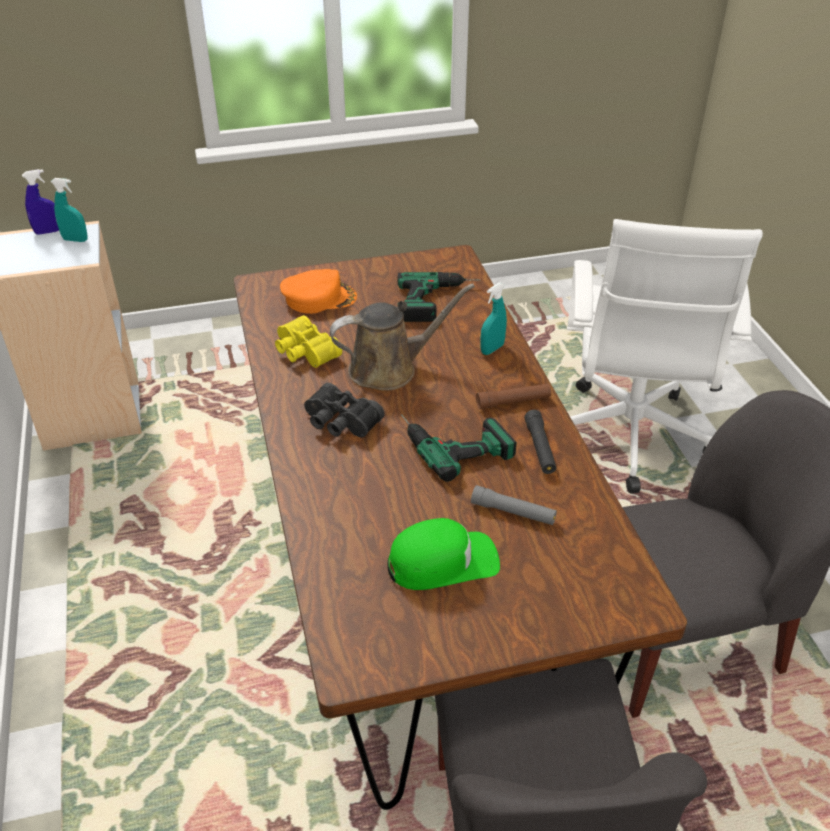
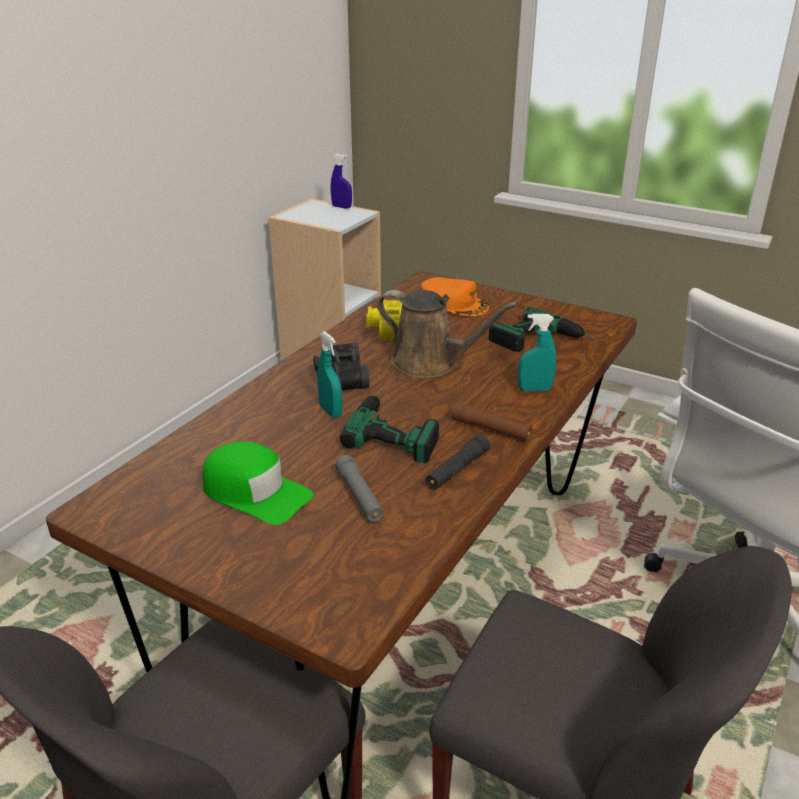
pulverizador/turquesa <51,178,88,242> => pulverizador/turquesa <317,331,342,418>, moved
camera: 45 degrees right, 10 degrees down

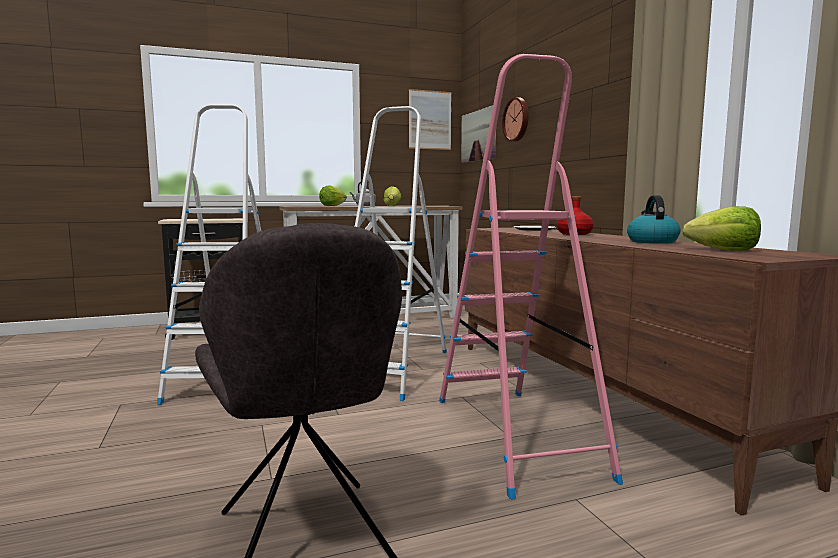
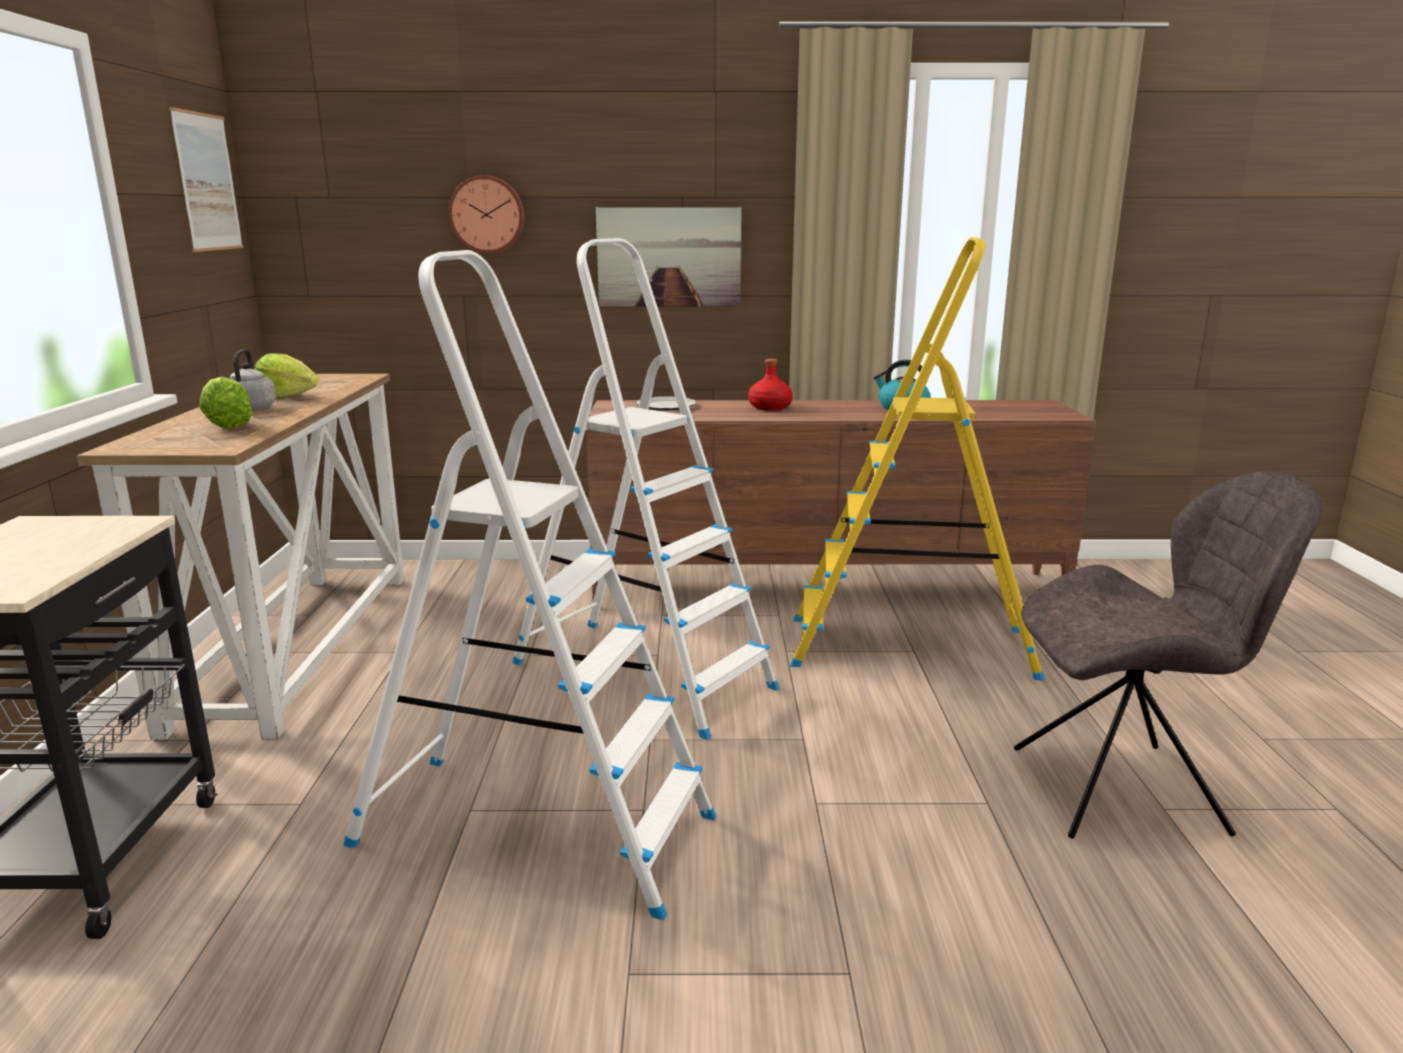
lechuga <682,206,761,251> => nothing
cuadro <461,105,496,163> => cuadro <596,207,741,306>, moved
escalera de tijera/rosa <439,54,623,499> => escalera de tijera/amarillo <790,237,1044,680>
camera: 70 degrees left, 10 degrees up

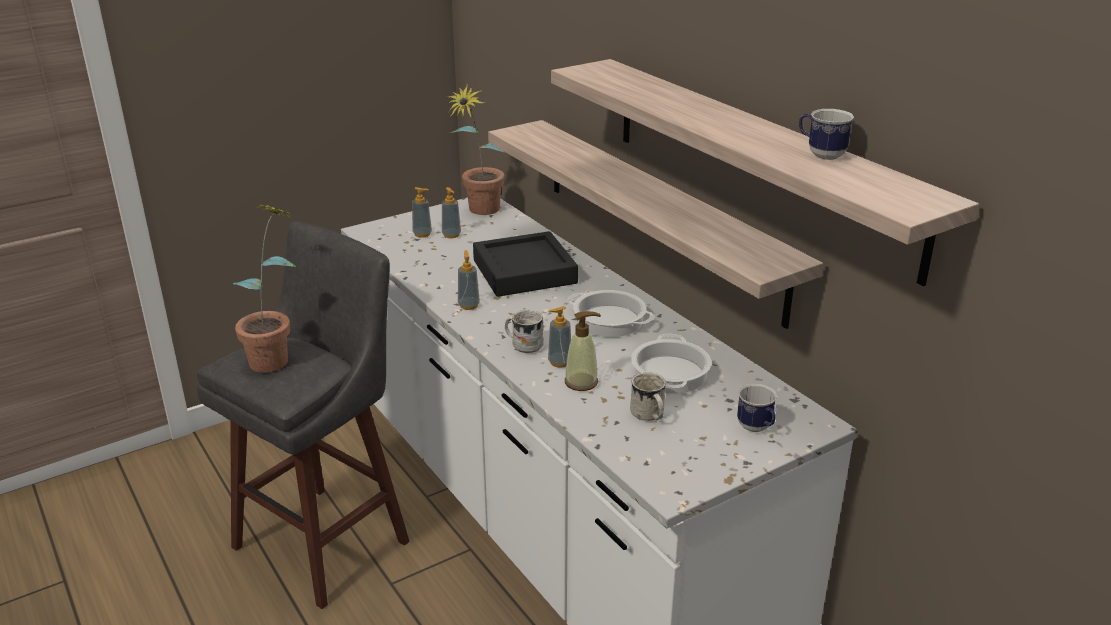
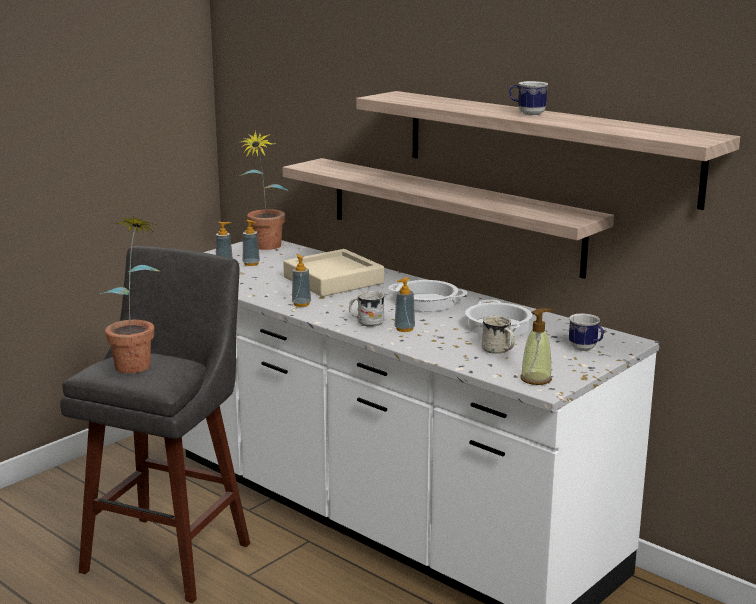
dispensador de jabón <565,311,601,391> => dispensador de jabón <520,308,555,385>, moved
taza grande <799,109,854,160> => taza grande <509,81,548,116>, moved
bandeja/negro <473,231,578,297> => bandeja/beis <283,249,384,297>
camera: 15 degrees left, 10 degrees down

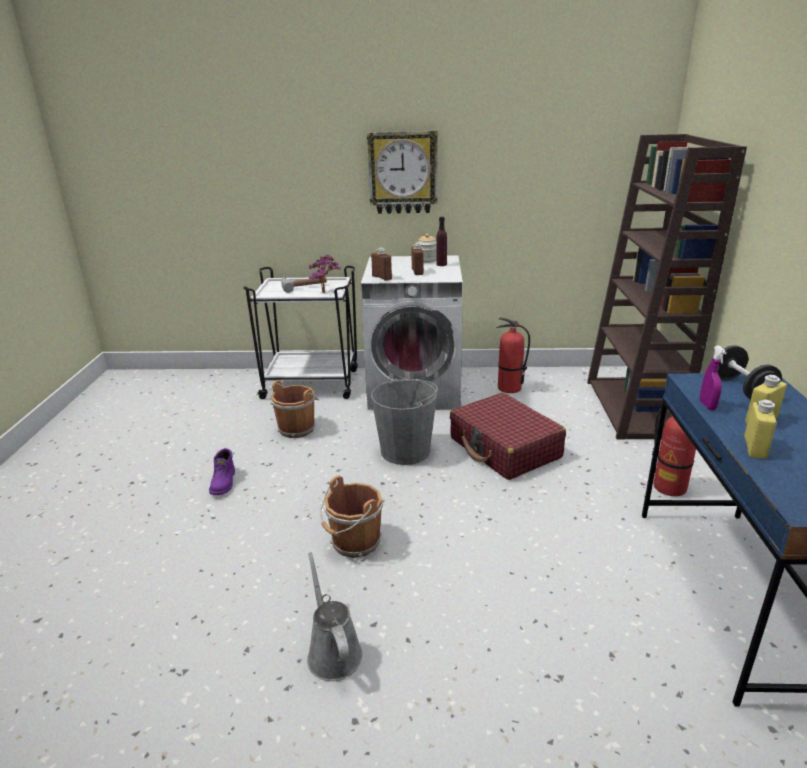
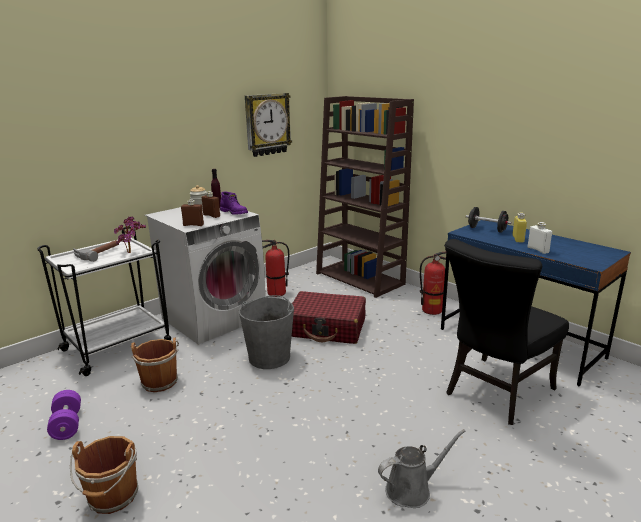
pulverizador/morado <700,346,727,410> => nothing
nothing => mancuerna/morado <47,390,81,440>
nothing => silla/negro <444,239,569,425>
bota/morado <209,448,235,495> => bota/morado <220,191,248,215>, moved
cubo/marrón <320,476,385,558> => cubo/marrón <70,436,138,514>, moved
reloj de pared <367,131,438,214> => reloj de pared <245,93,292,157>, moved
botella/amarillo <744,400,777,459> => botella/blanco <527,222,552,254>
regadera/gris <307,552,363,681> => regadera/gris <378,429,466,508>, 135 degrees clockwise
camera: 45 degrees left, 5 degrees down

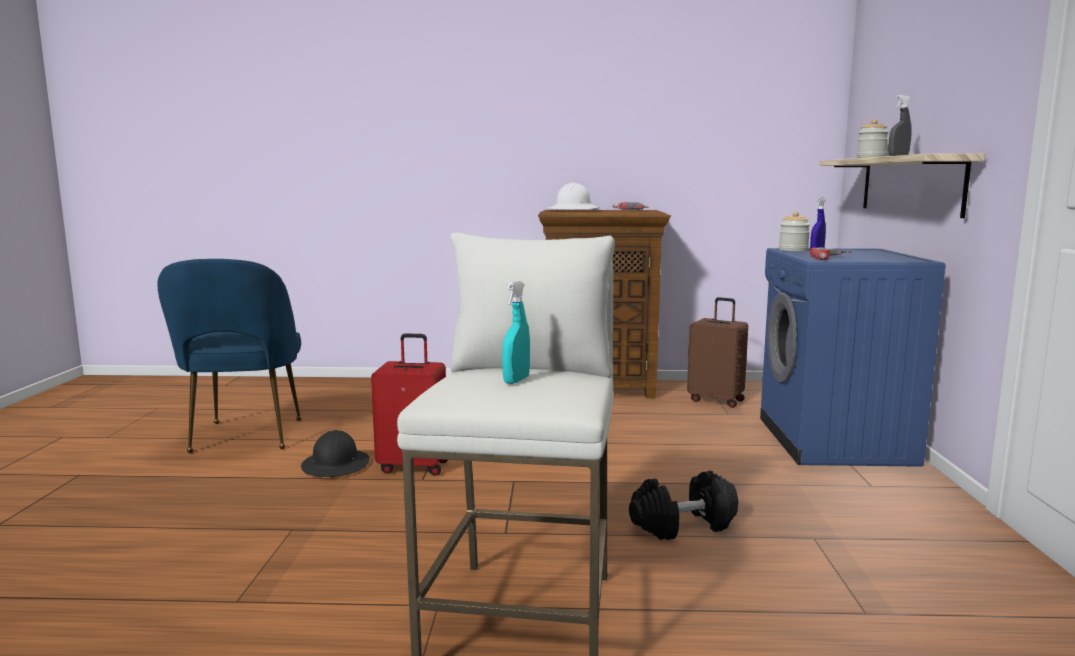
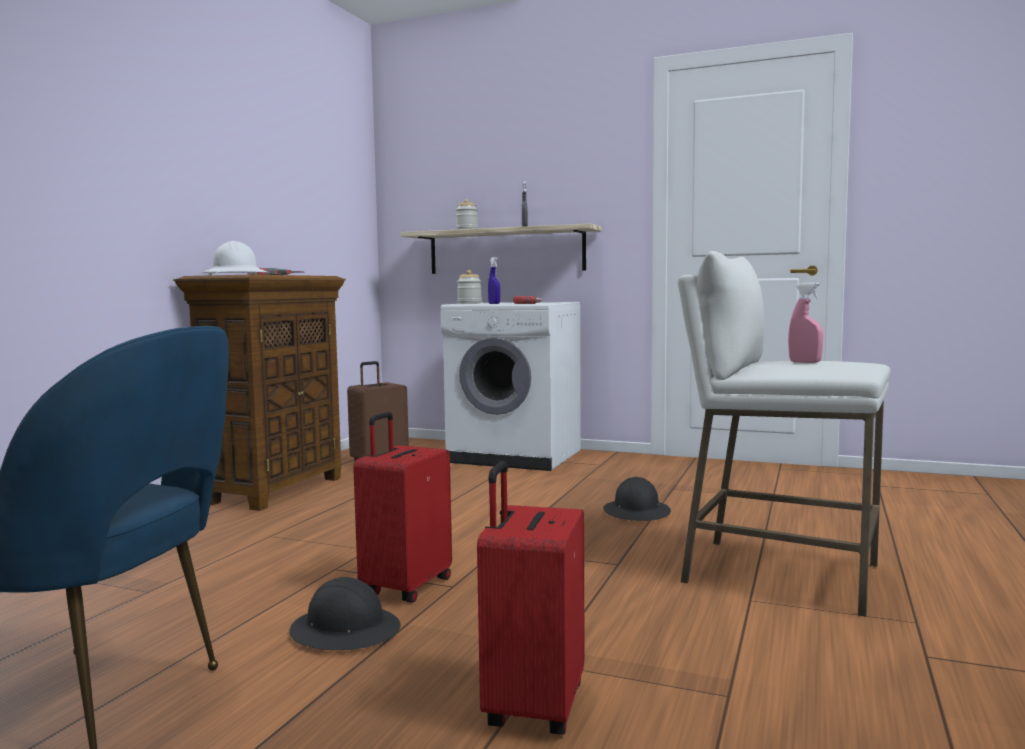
nothing => maleta/rojo <477,461,584,735>
mancuerna/negro <629,471,738,540> => casco/negro <603,477,671,521>
pulverizador/turquesa <502,281,530,384> => pulverizador/rosa <788,282,824,363>
lavadora/azul <760,248,946,467> => lavadora/blanco <440,302,581,471>
camera: 70 degrees left, 5 degrees down

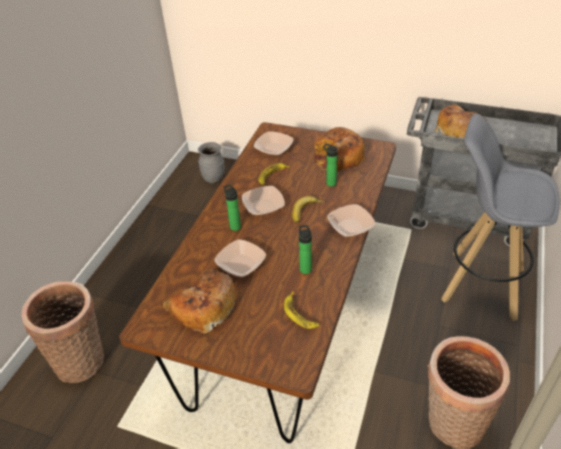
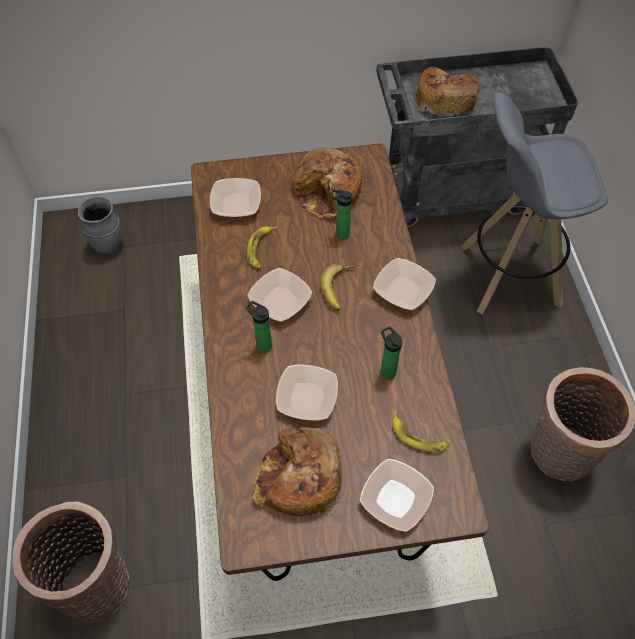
nothing => cuenco <360,459,434,532>
camera: 30 degrees left, 15 degrees up

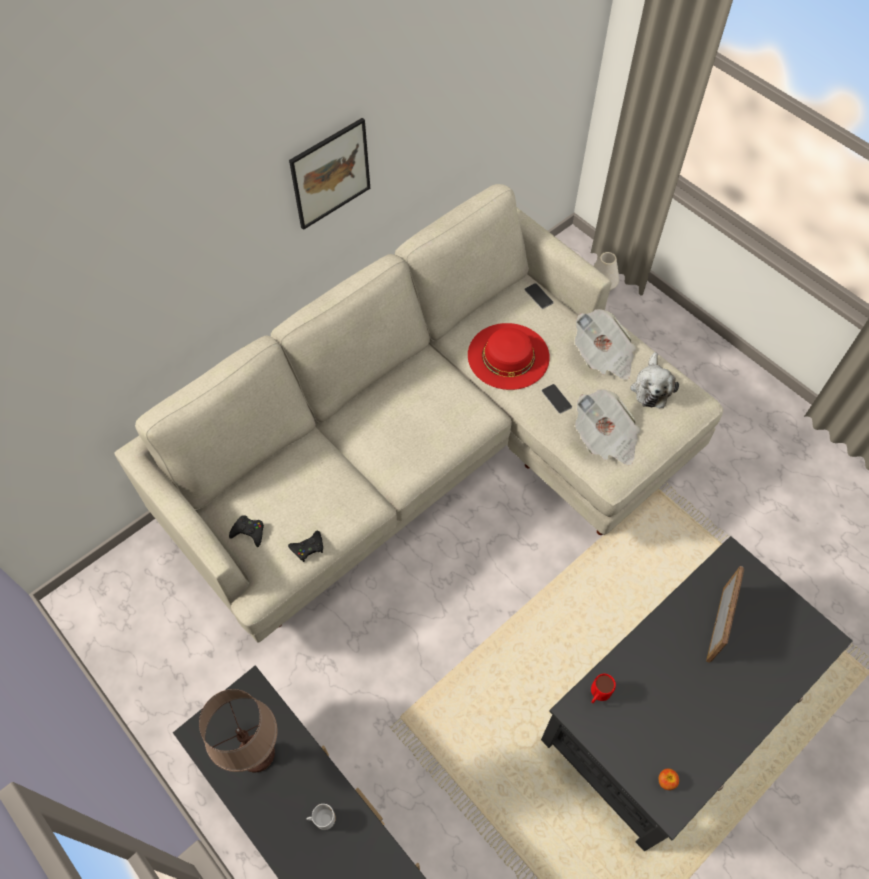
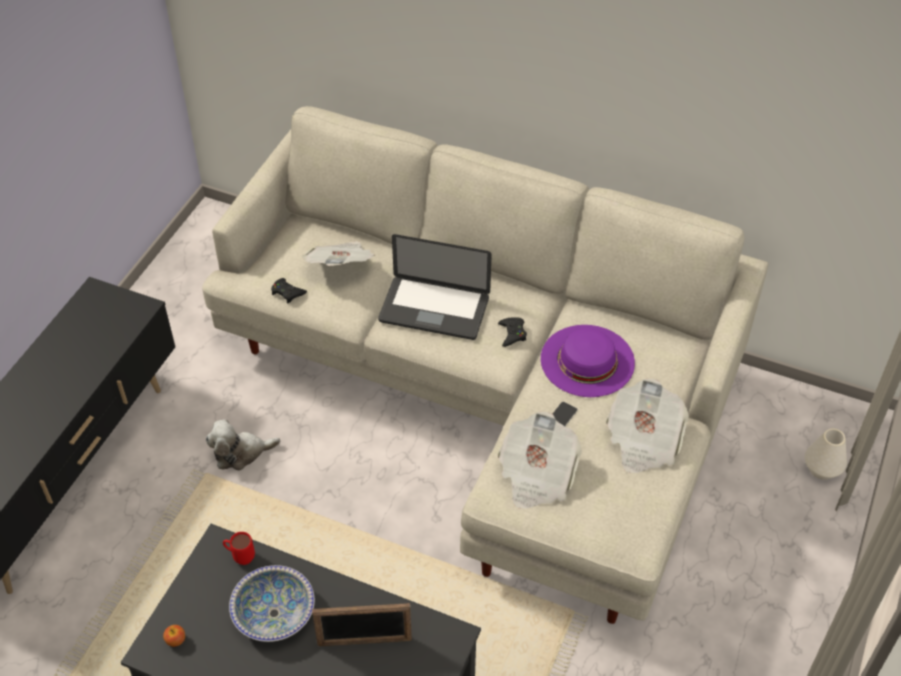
lámpara de mesa/marrón <199,689,277,772> => nothing
cuadro <289,118,370,230> => nothing
taza grande <307,804,336,830> => nothing
móvil <524,283,554,309> => nothing
nothing => cuenco <229,565,315,642>
nothing => periódico <302,241,375,266>
nothing => portátil <378,234,492,340>
mando de consola/negro <229,515,264,547> => mando de consola/negro <498,317,527,347>, moved
peluche <630,352,679,408> => peluche <206,419,280,470>, moved
sombrero/rojo <468,323,550,390> => sombrero/morado <541,325,635,397>
camera: 65 degrees right, 10 degrees down

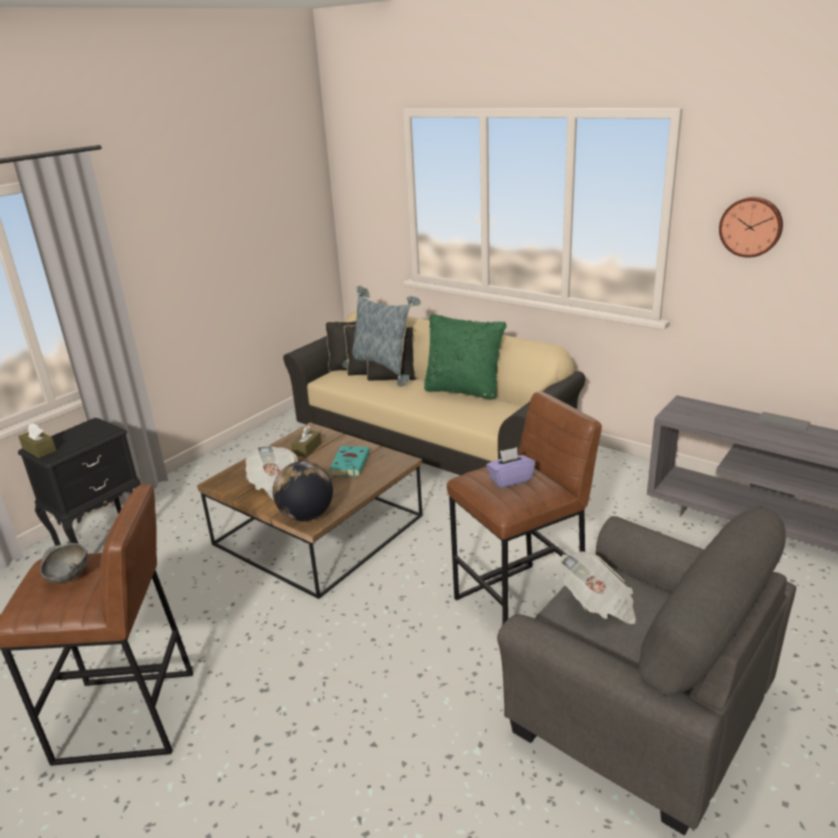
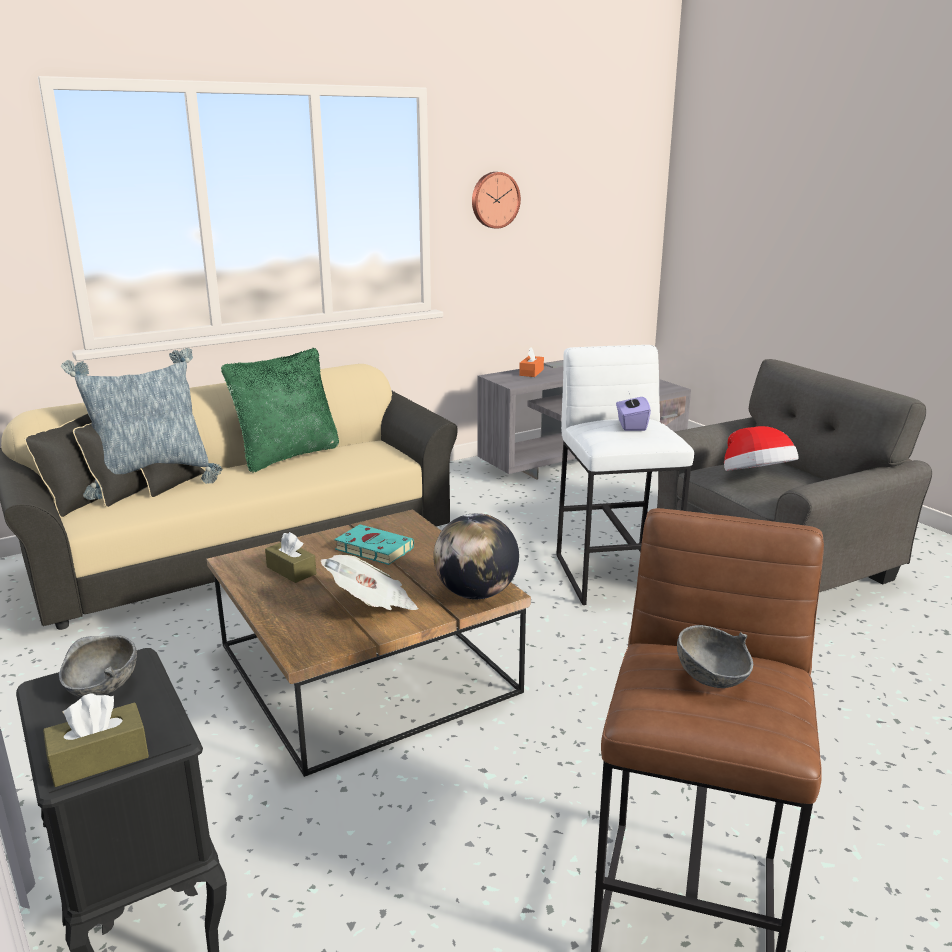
nothing => cuenco/gris <59,635,137,698>
nothing => caja de pañuelos/naranja <519,347,544,377>
periódico <560,551,636,624> => sombrero <724,426,799,471>
taburete/marrón <447,392,602,624> => taburete/blanco <556,345,694,605>
camera: 70 degrees left, 5 degrees down

